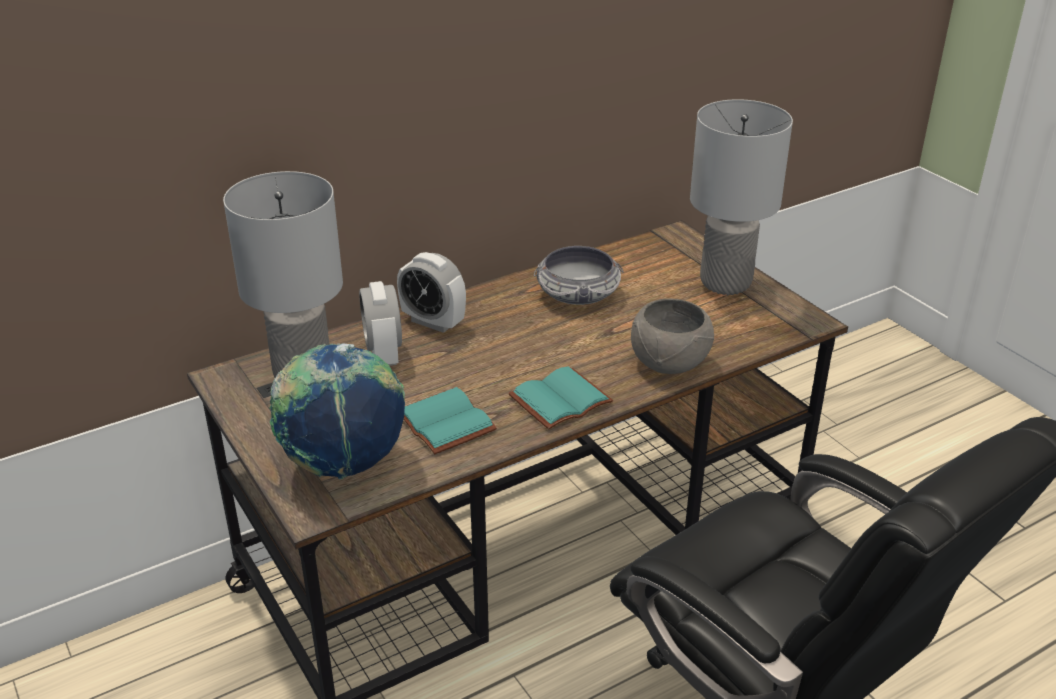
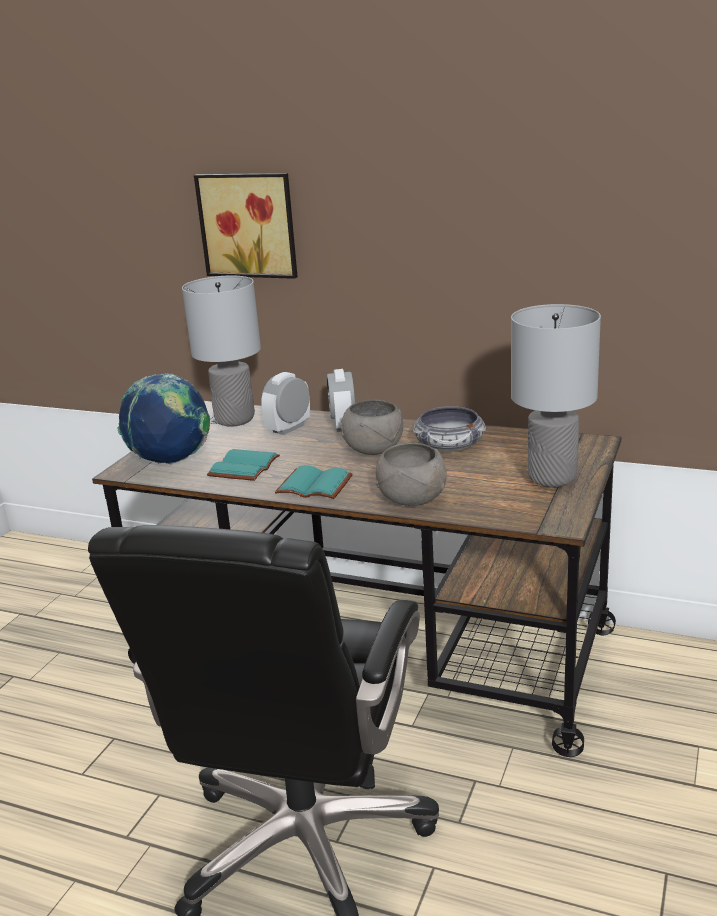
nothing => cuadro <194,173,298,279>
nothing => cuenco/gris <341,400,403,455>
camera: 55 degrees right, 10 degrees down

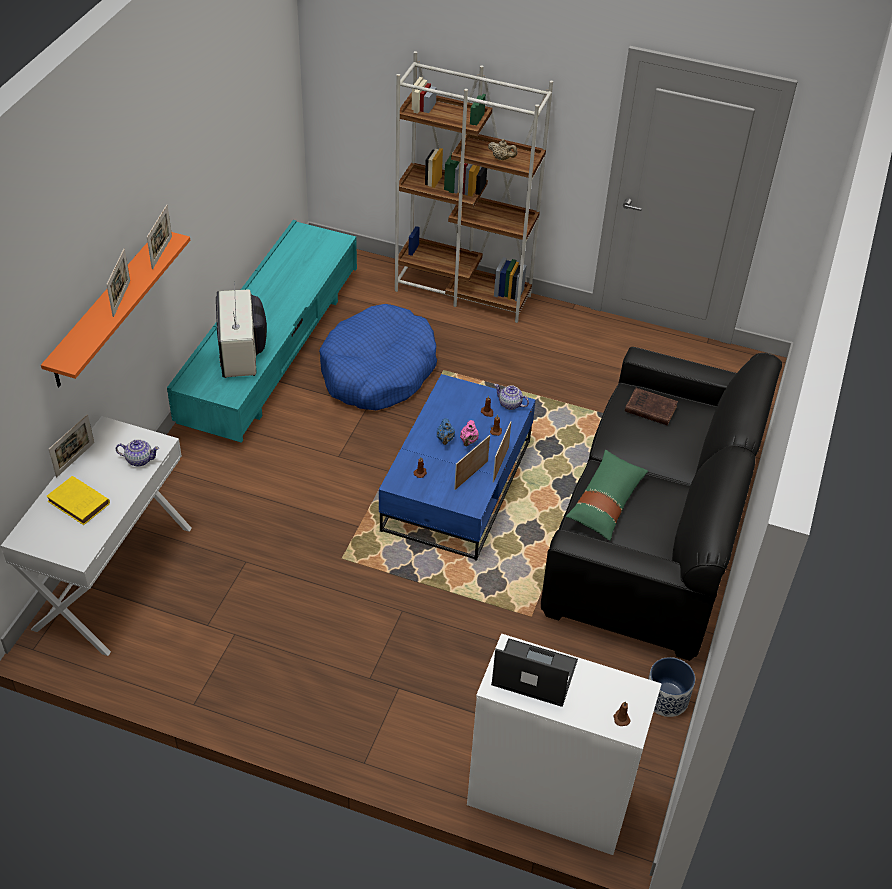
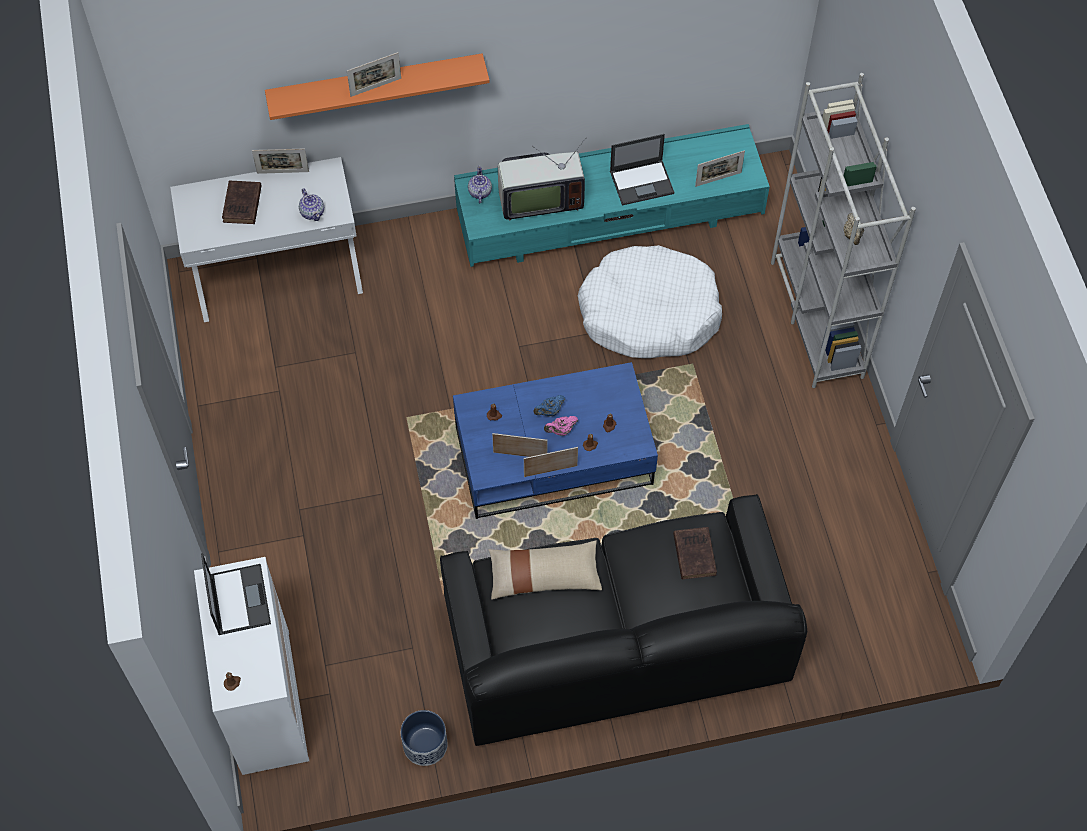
nothing => portátil <610,134,674,206>
portarretratos <147,205,172,269> => portarretratos <695,150,745,187>, moved
tetera <494,384,529,410> => tetera <468,166,492,203>, moved
libro/amarillo <46,476,110,525> => libro/marrón <222,181,262,224>
cama para perro/azul <319,304,437,410> => cama para perro/blanco <578,245,722,358>
estantería/marrón <395,51,553,323> => estantería/gris <771,73,916,388>
cojín/verde <566,450,648,541> => cojín/beis <489,541,602,599>
televisor <216,281,267,378> => televisor <498,137,587,220>, 150 degrees counterclockwise
camera: 60 degrees right, 15 degrees up

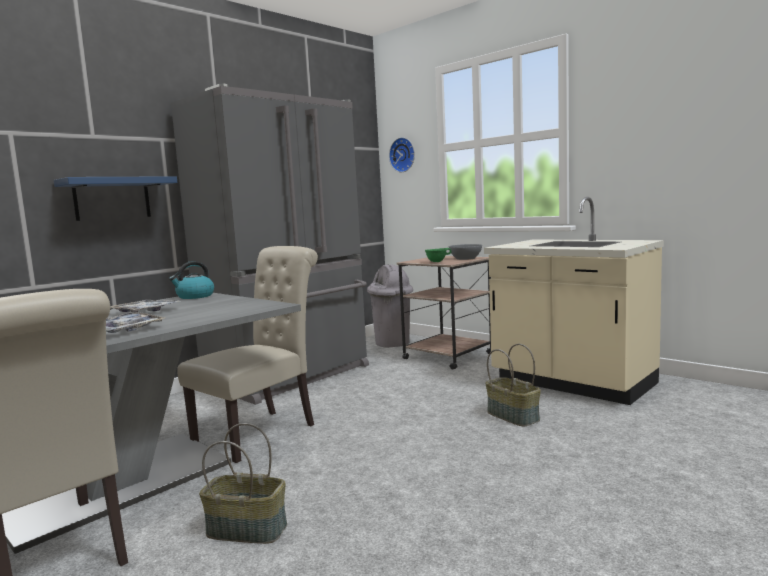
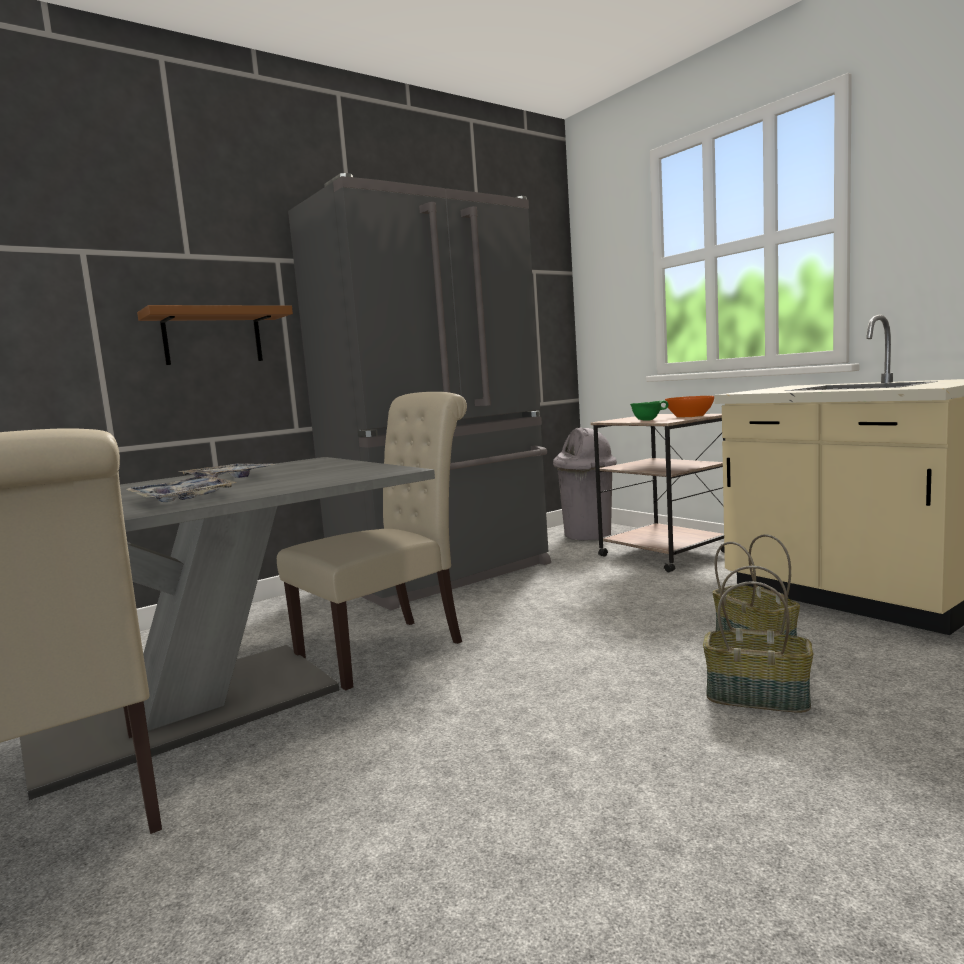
hervidor <169,261,214,299> => nothing
reloj de pared <389,137,415,172> => nothing
cesta <199,423,287,544> => cesta <703,566,814,713>, moved
estante/azul <54,176,177,221> => estante/marrón <137,305,293,365>
cuenco/gris <449,244,482,260> => cuenco/naranja <665,396,714,417>
camera: 10 degrees right, 0 degrees up

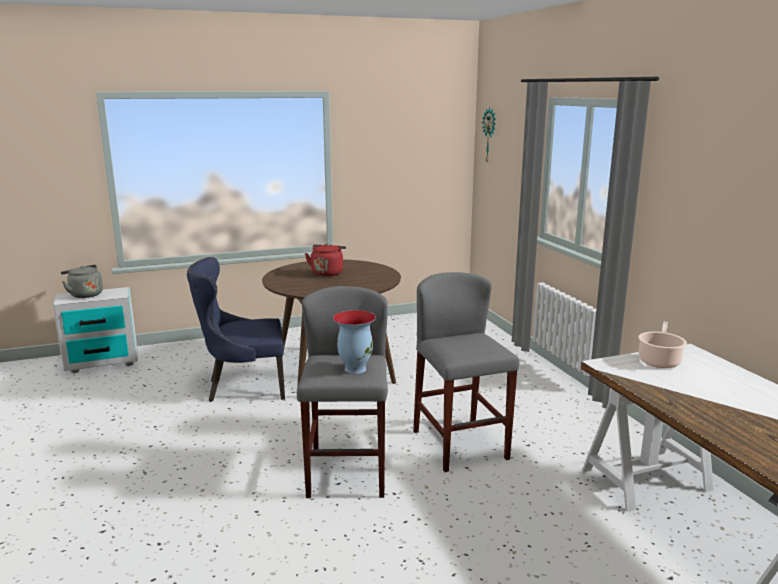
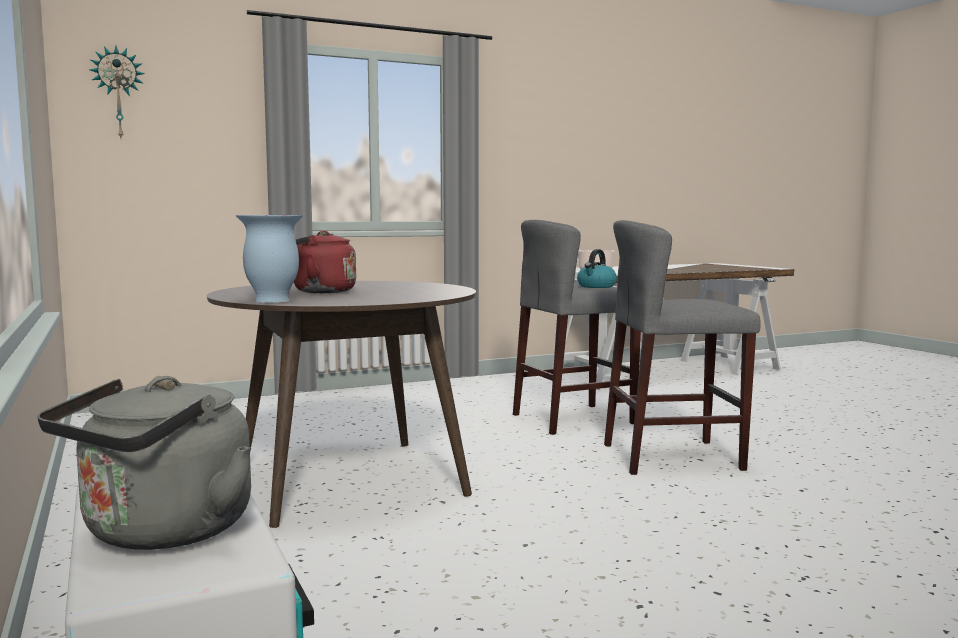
silla/azul <187,257,285,402> => nothing
nothing => hervidor <577,249,617,288>
florero <333,310,376,374> => florero <236,215,303,303>, moved
camera: 95 degrees left, 10 degrees down

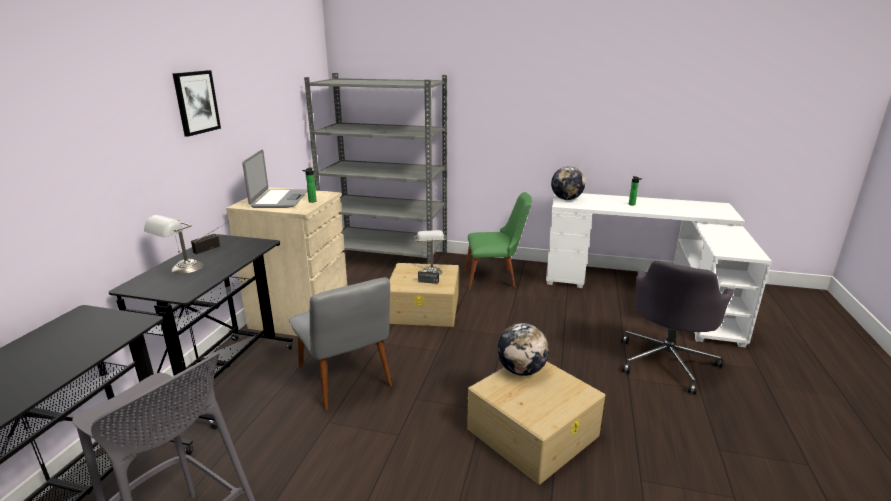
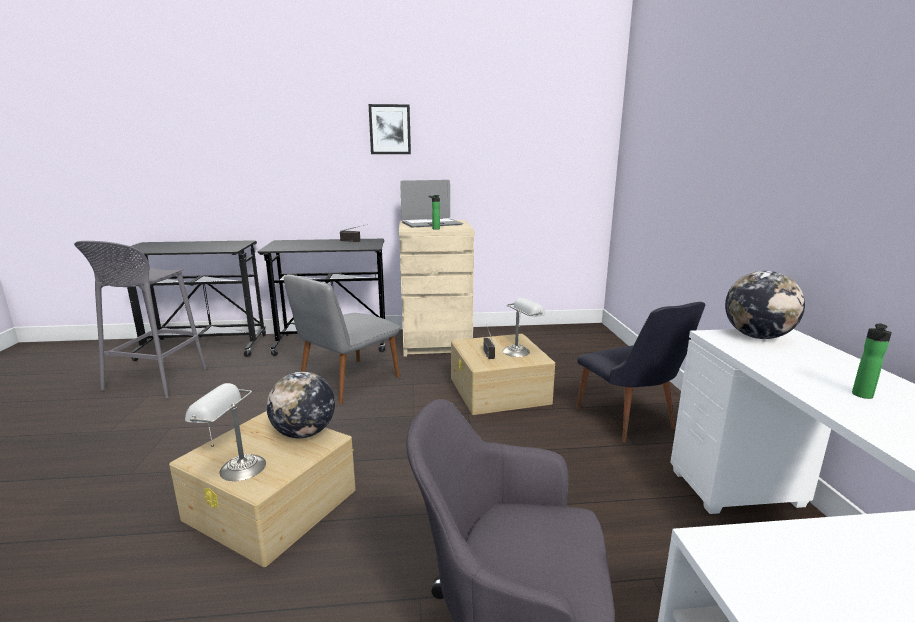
estantería/gris <304,73,447,264> => nothing
lámpara de mesa/blanco <144,215,204,274> => lámpara de mesa/blanco <185,383,266,481>, moved
silla/verde <465,192,532,290> => silla/negro <576,302,705,443>
camera: 70 degrees right, 5 degrees down

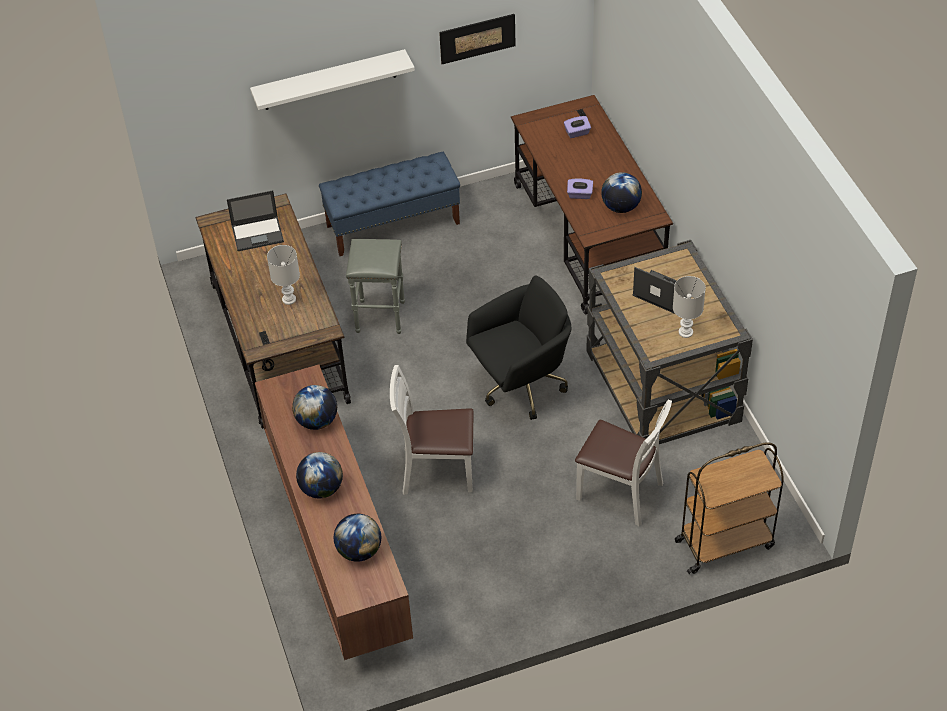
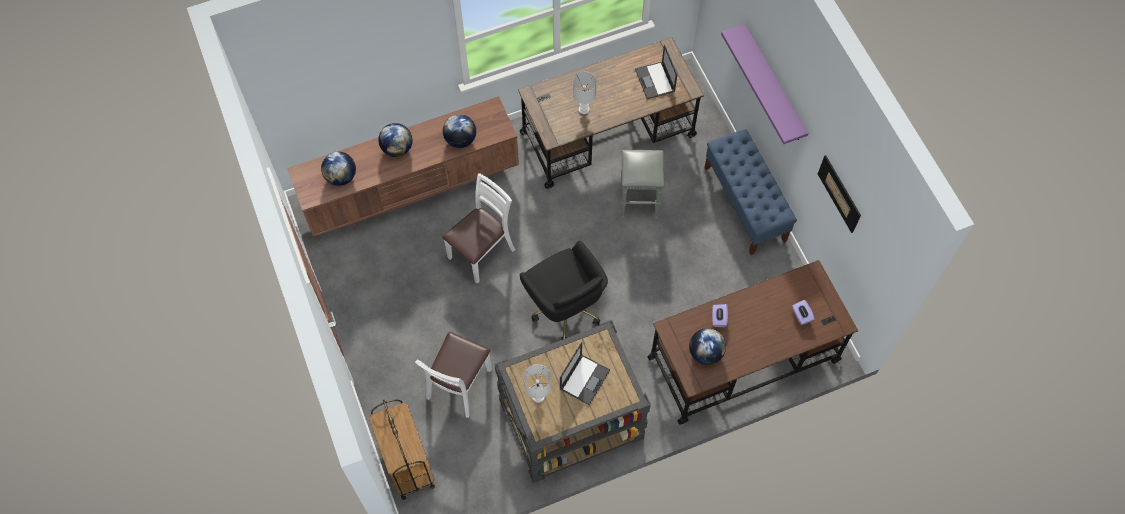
estante/blanco <250,49,415,110> => estante/morado <721,24,809,144>
silla/blanco <390,365,474,495> => silla/blanco <442,173,515,284>, 45 degrees clockwise
camera: 85 degrees right, 15 degrees up

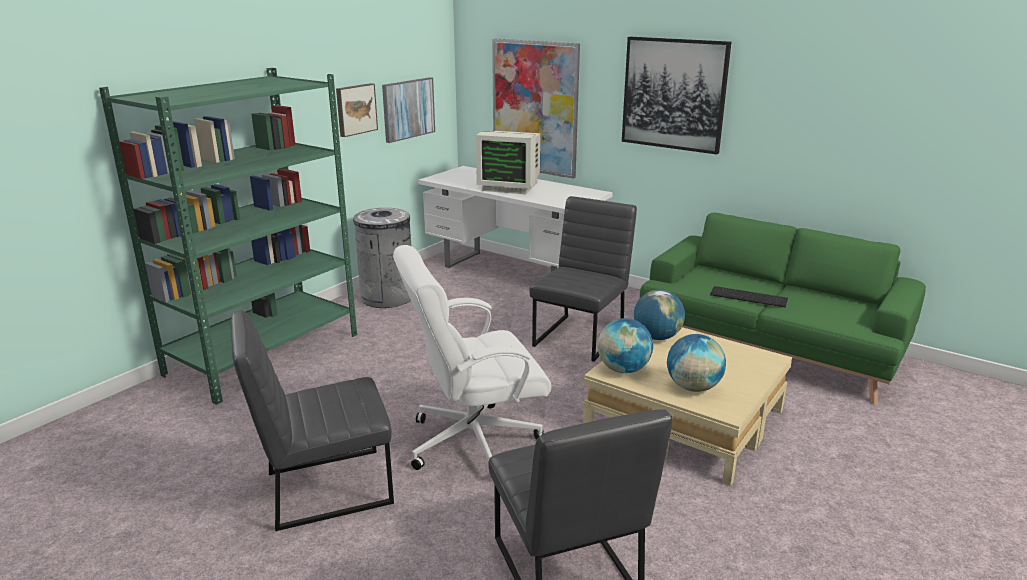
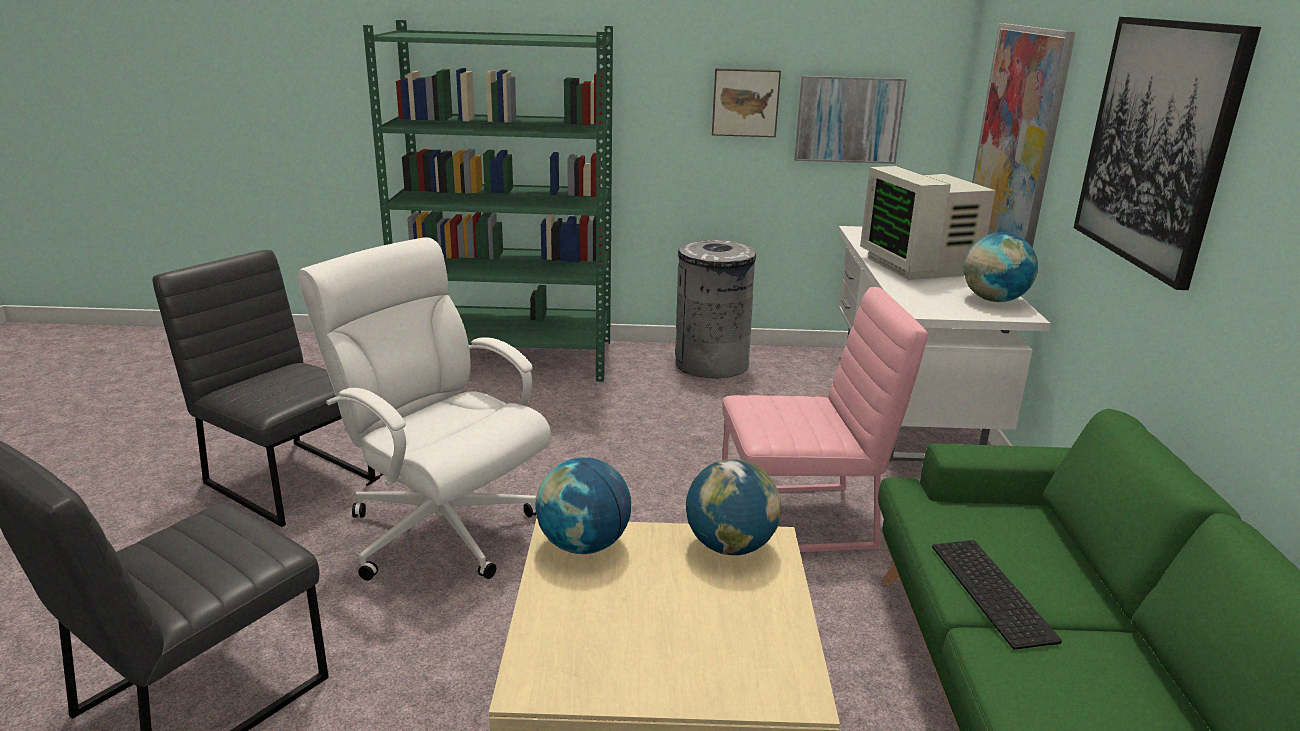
globo terráqueo <667,334,726,392> => globo terráqueo <964,232,1038,302>, moved
silla/gris <529,196,637,362> => silla/rosa <722,287,928,552>
camera: 55 degrees right, 0 degrees up

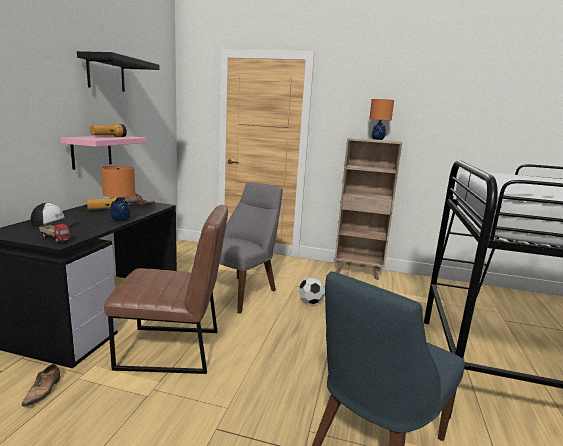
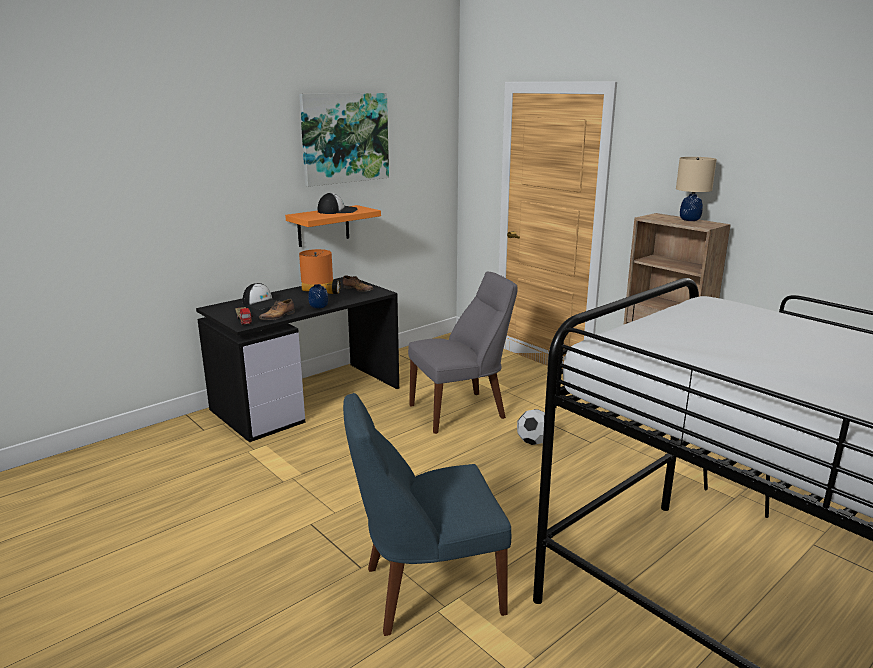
silla/marrón <104,205,228,374> => nothing
zapato <21,364,60,407> => zapato <259,299,295,320>, moved
estante/negro <77,51,160,92> => cuadro <299,93,389,187>
linterna <90,124,127,137> => gorra <318,193,357,214>
estante/rosa <60,135,147,170> => estante/naranja <285,205,381,247>
lámpara de mesa/naranja <369,99,394,140> => lámpara de mesa/beis <676,157,717,221>
camera: 35 degrees right, 5 degrees up

